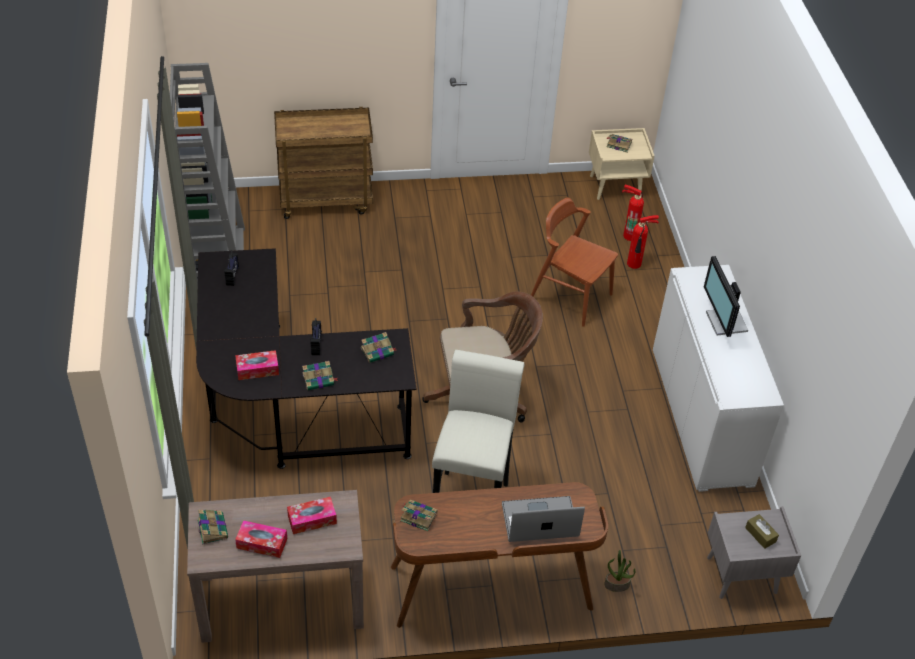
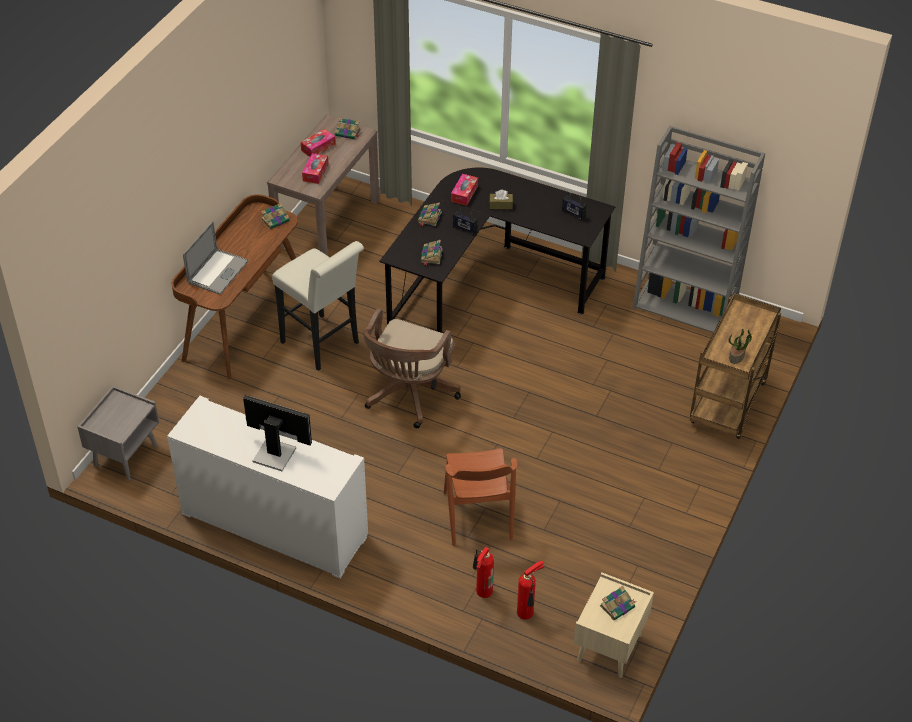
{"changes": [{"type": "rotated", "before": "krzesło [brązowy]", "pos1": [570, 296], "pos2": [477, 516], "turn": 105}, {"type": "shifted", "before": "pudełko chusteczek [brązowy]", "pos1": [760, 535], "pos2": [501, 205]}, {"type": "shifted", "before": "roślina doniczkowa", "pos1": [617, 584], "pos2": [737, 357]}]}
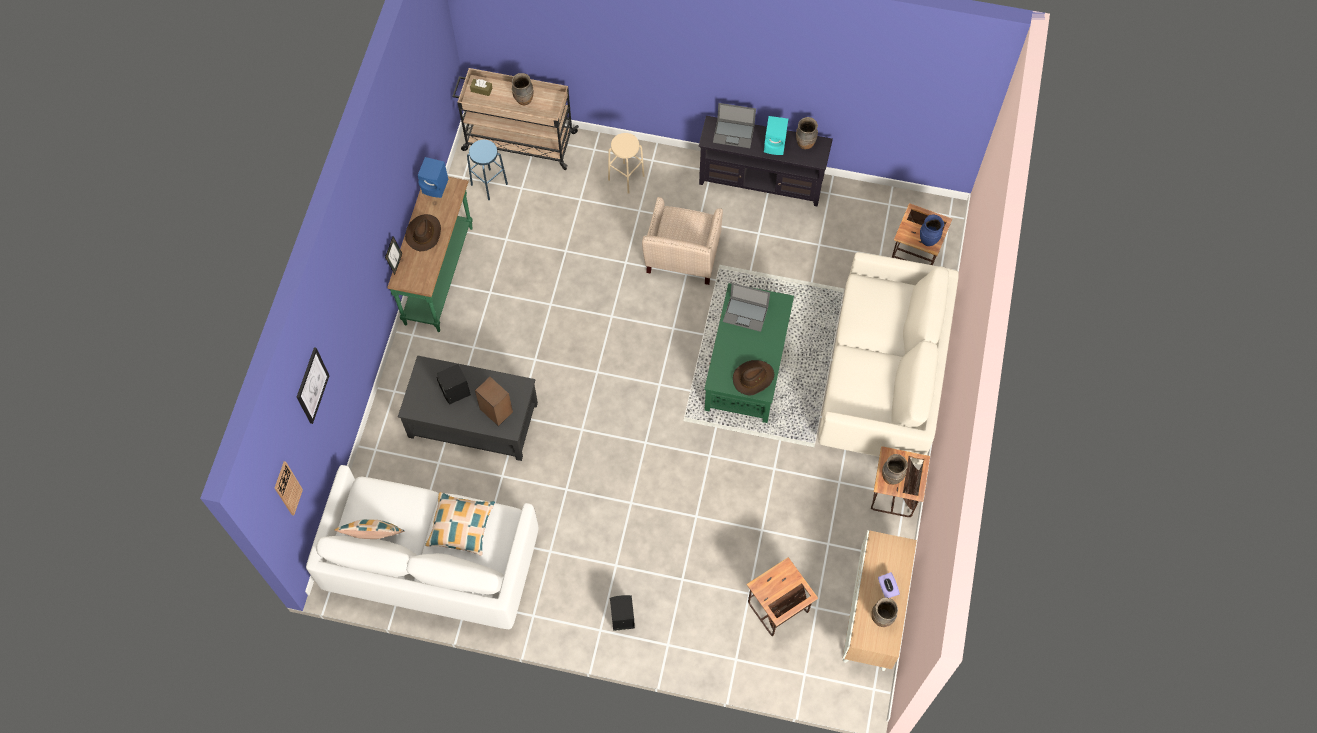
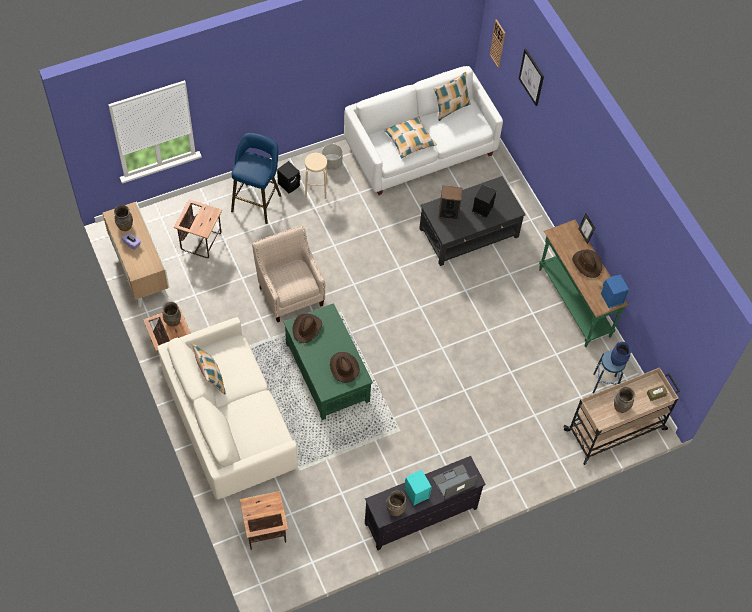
{"changes": [{"type": "shifted", "before": "stołek [beżowy]", "pos1": [626, 178], "pos2": [316, 189]}, {"type": "shifted", "before": "fotel [beżowy]", "pos1": [681, 260], "pos2": [290, 292]}, {"type": "shifted", "before": "wazon [niebieski]", "pos1": [928, 239], "pos2": [618, 361]}, {"type": "swapped", "before": "laptop", "after": "kapelusz [brązowy]", "pos1": [746, 314], "pos2": [344, 368]}, {"type": "new", "after": "stołek [niebieski]", "pos2": [257, 201]}, {"type": "new", "after": "donica [szary]", "pos2": [331, 163]}, {"type": "new", "after": "poduszka", "pos2": [210, 378]}]}
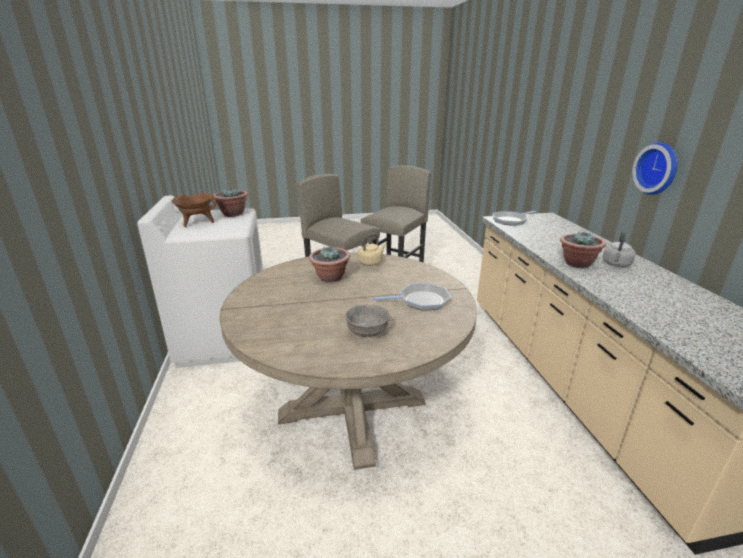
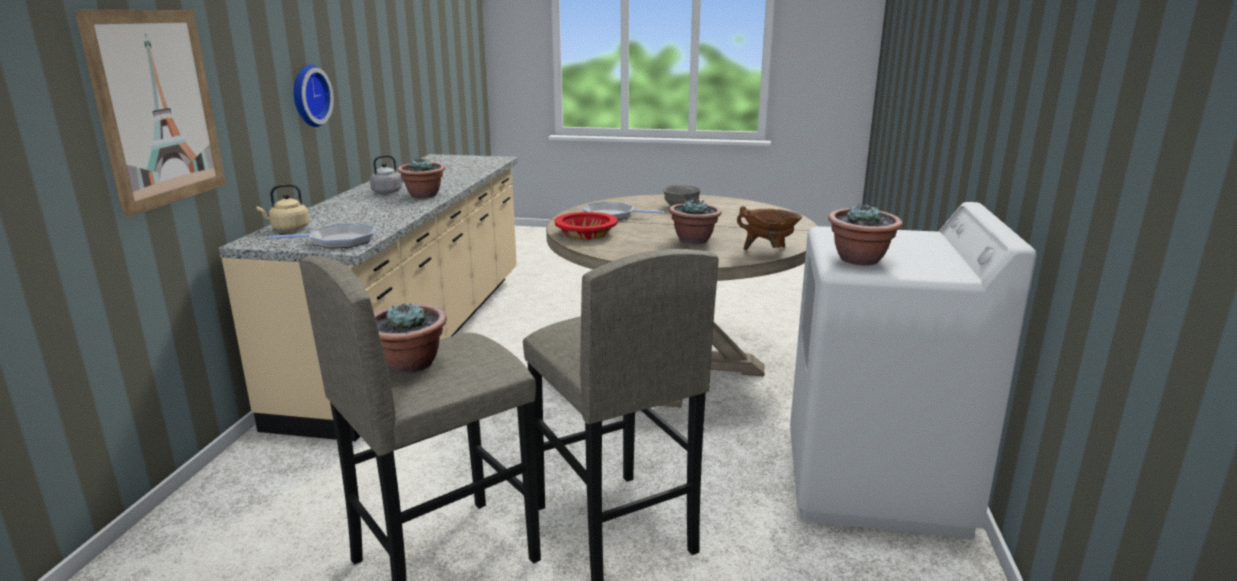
{"changes": [{"type": "shifted", "before": "garnek [brązowy]", "pos1": [197, 223], "pos2": [768, 251]}, {"type": "shifted", "before": "czajnik [beżowy]", "pos1": [371, 262], "pos2": [288, 228]}, {"type": "new", "after": "obraz", "pos2": [158, 108]}, {"type": "new", "after": "miska [czerwony]", "pos2": [586, 233]}, {"type": "new", "after": "roślina doniczkowa", "pos2": [410, 364]}]}
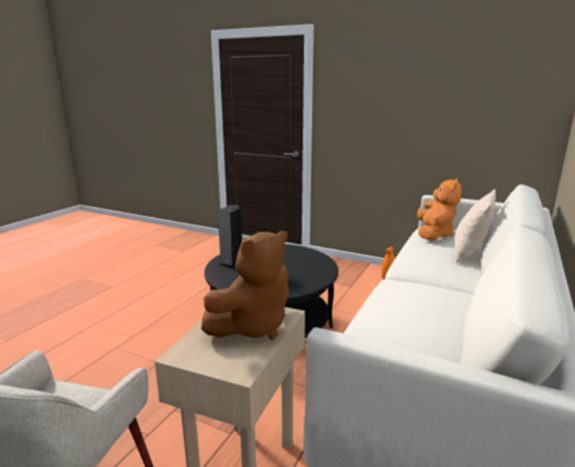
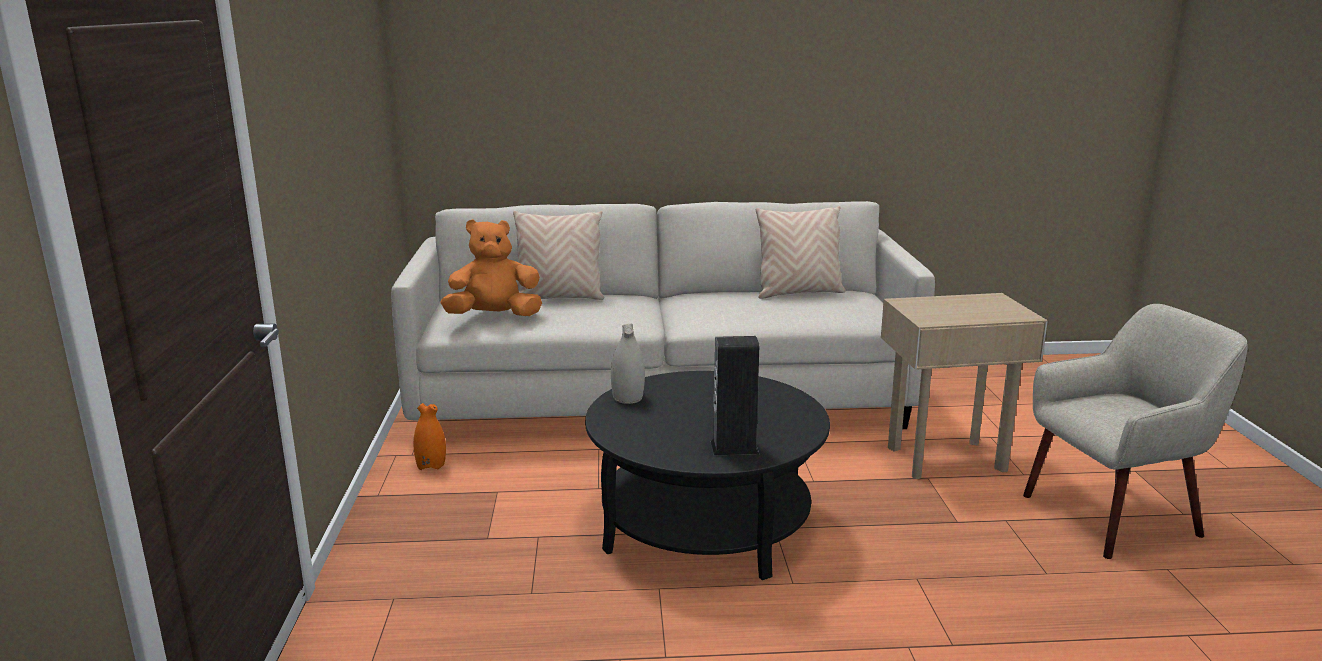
{"changes": [{"type": "gone", "before": "pluszak [brązowy]", "pos1": [252, 326]}, {"type": "new", "after": "poduszka [beżowy]", "pos2": [798, 293]}, {"type": "new", "after": "wazon [biały]", "pos2": [628, 397]}]}
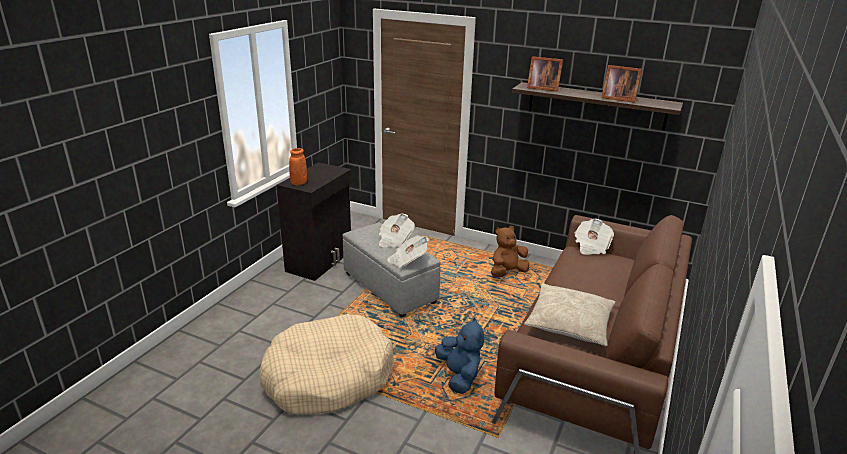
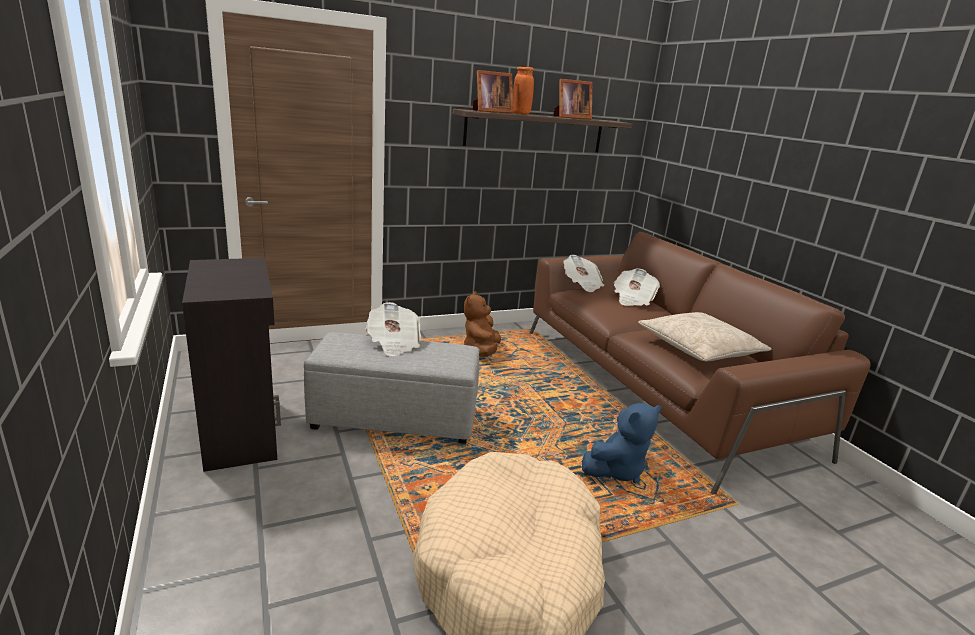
{"changes": [{"type": "shifted", "before": "wazon [pomarańczowy]", "pos1": [299, 183], "pos2": [520, 114]}, {"type": "shifted", "before": "gazeta", "pos1": [407, 260], "pos2": [632, 299]}, {"type": "rotated", "before": "pluszak [niebieski]", "pos1": [459, 376], "pos2": [616, 470], "turn": 120}]}
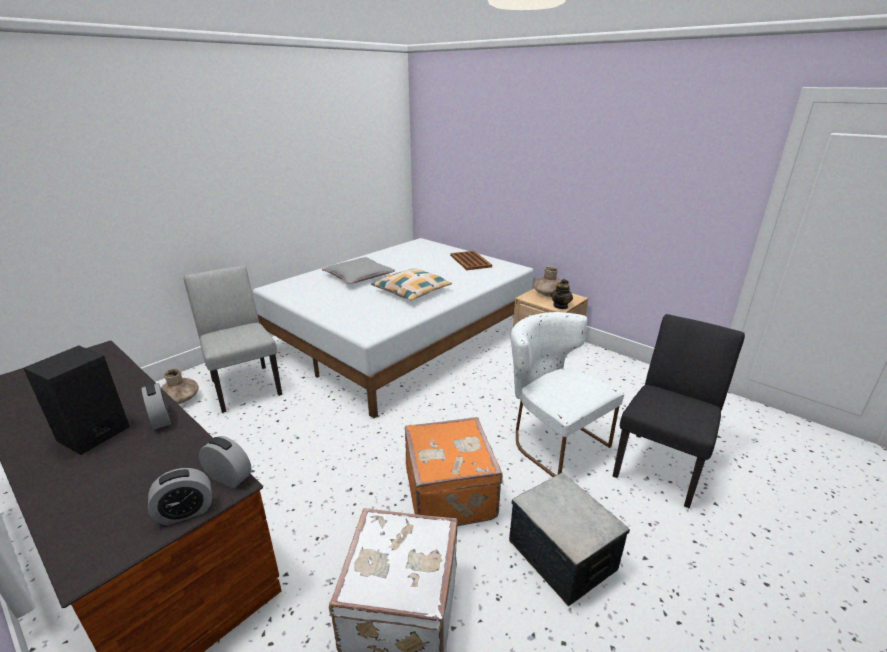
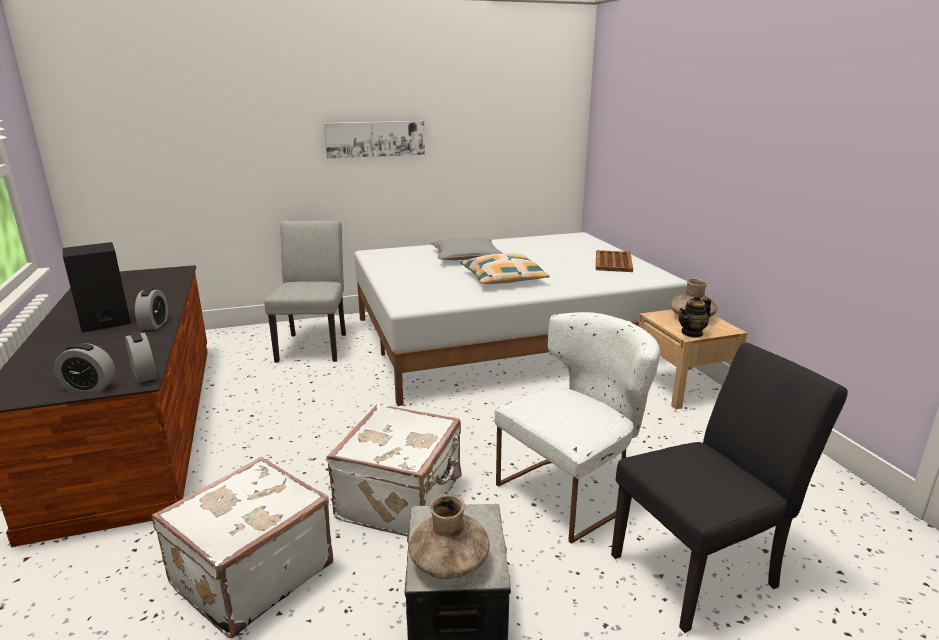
{"changes": [{"type": "rotated", "before": "krzesło [biały]", "pos1": [552, 440], "pos2": [573, 490], "turn": 60}, {"type": "shifted", "before": "wazon [brązowy]", "pos1": [180, 400], "pos2": [449, 563]}, {"type": "repainted", "before": "walizka [pomarańczowy]", "after": "walizka [biały]", "pos1": [451, 493], "pos2": [402, 498]}, {"type": "new", "after": "obraz", "pos2": [375, 139]}]}
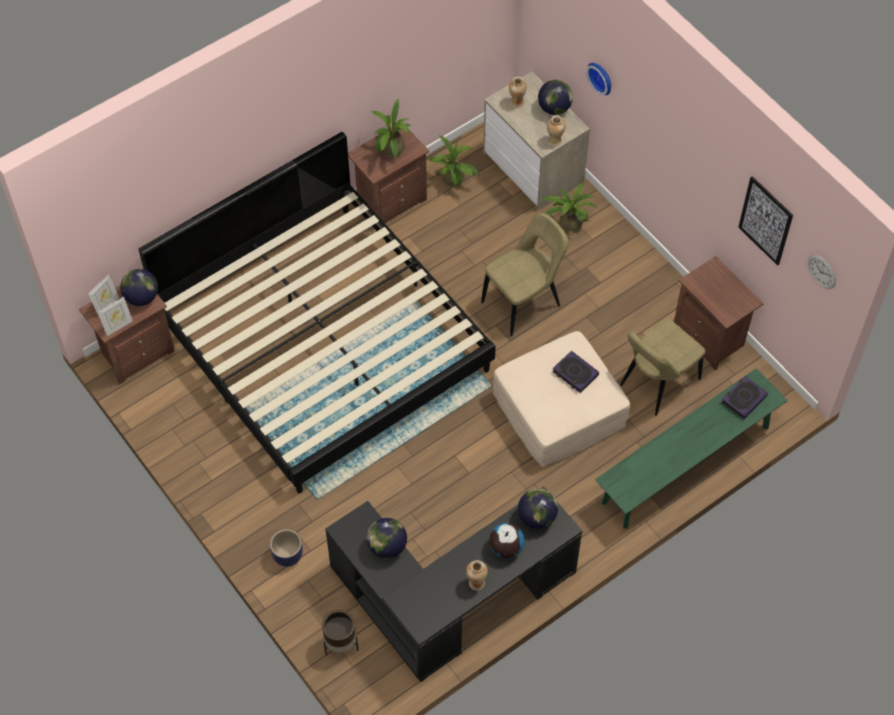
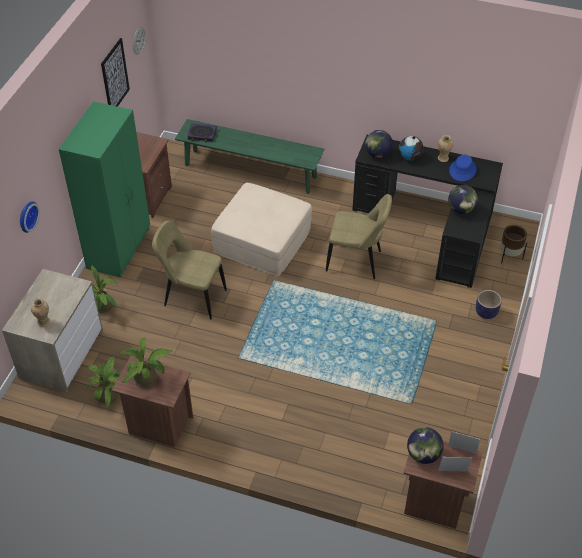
{"changes": [{"type": "gone", "before": "globus", "pos1": [554, 108]}, {"type": "gone", "before": "wazon", "pos1": [554, 141]}, {"type": "gone", "before": "łóżko", "pos1": [323, 343]}, {"type": "shifted", "before": "krzesło [beżowy]", "pos1": [657, 384], "pos2": [356, 261]}, {"type": "gone", "before": "książka", "pos1": [575, 373]}, {"type": "new", "after": "szafa [zielony]", "pos2": [119, 248]}, {"type": "new", "after": "kapelusz [niebieski]", "pos2": [462, 170]}]}
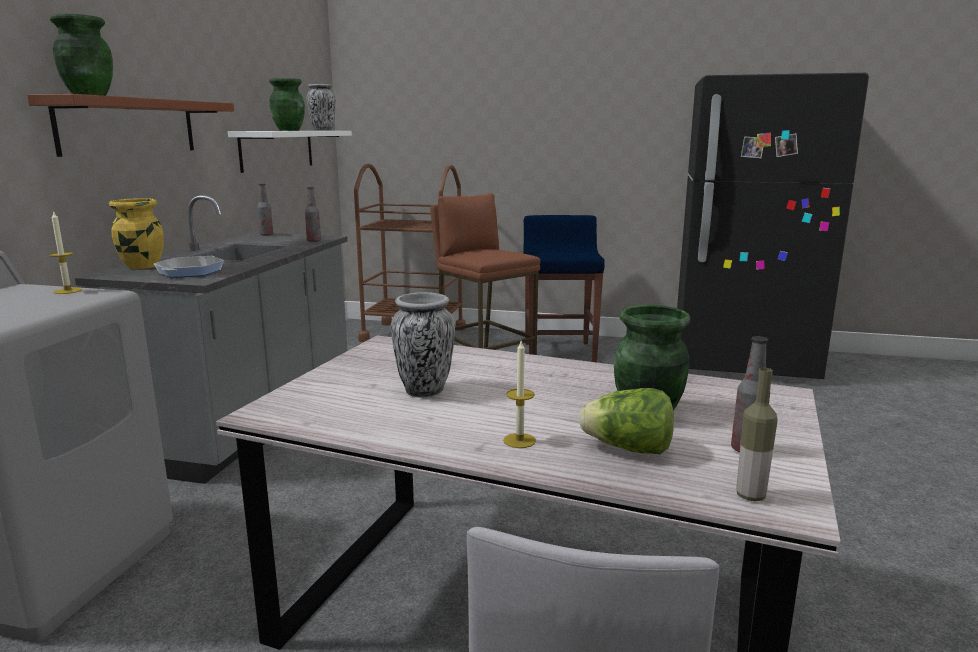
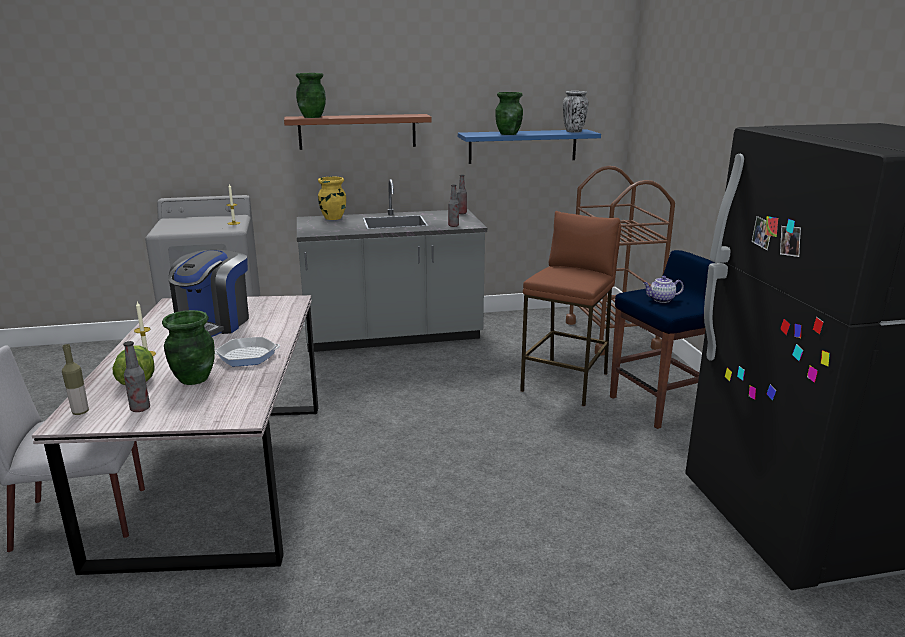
{"changes": [{"type": "repainted", "before": "półka [biały]", "after": "półka [niebieski]", "pos1": [277, 149], "pos2": [522, 146]}, {"type": "shifted", "before": "patelnia", "pos1": [190, 272], "pos2": [247, 356]}, {"type": "swapped", "before": "wazon", "after": "ekspres do kawy", "pos1": [424, 391], "pos2": [213, 324]}, {"type": "new", "after": "imbryk", "pos2": [661, 300]}]}
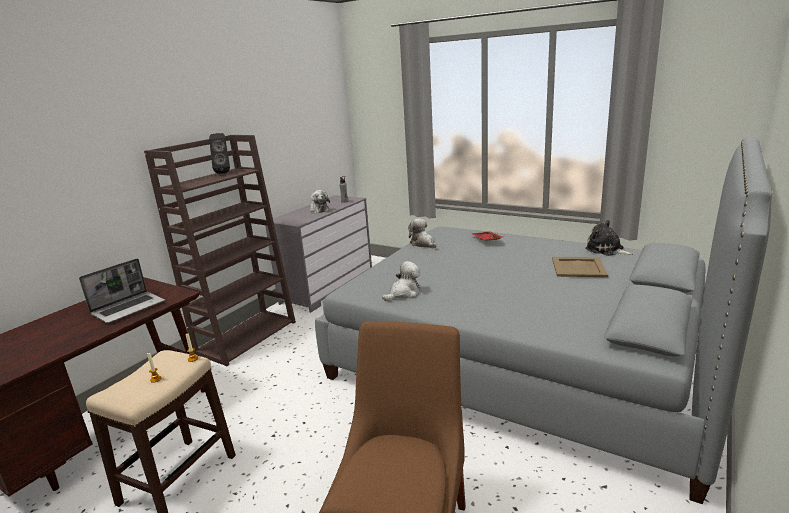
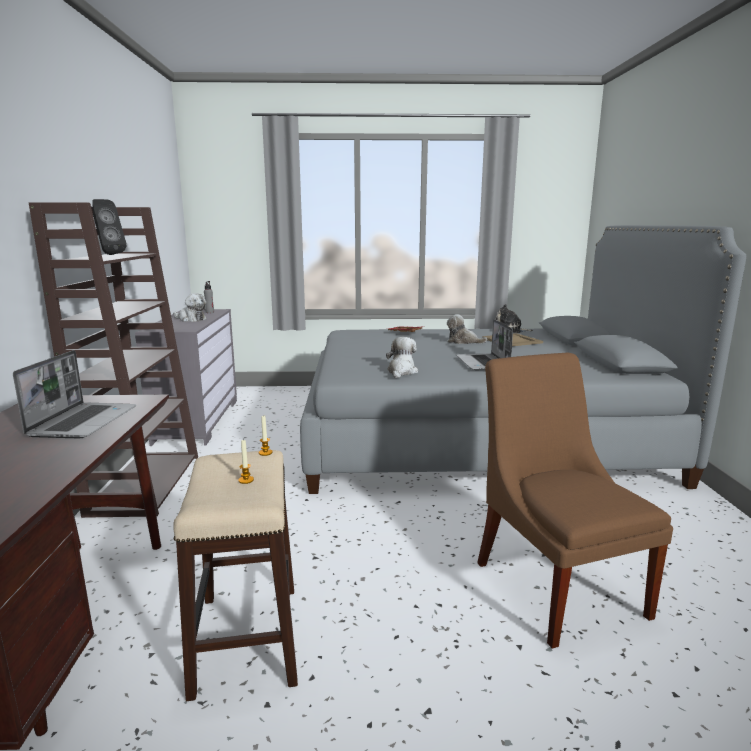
{"changes": [{"type": "shifted", "before": "pluszak", "pos1": [422, 244], "pos2": [463, 342]}, {"type": "new", "after": "laptop", "pos2": [483, 363]}]}
